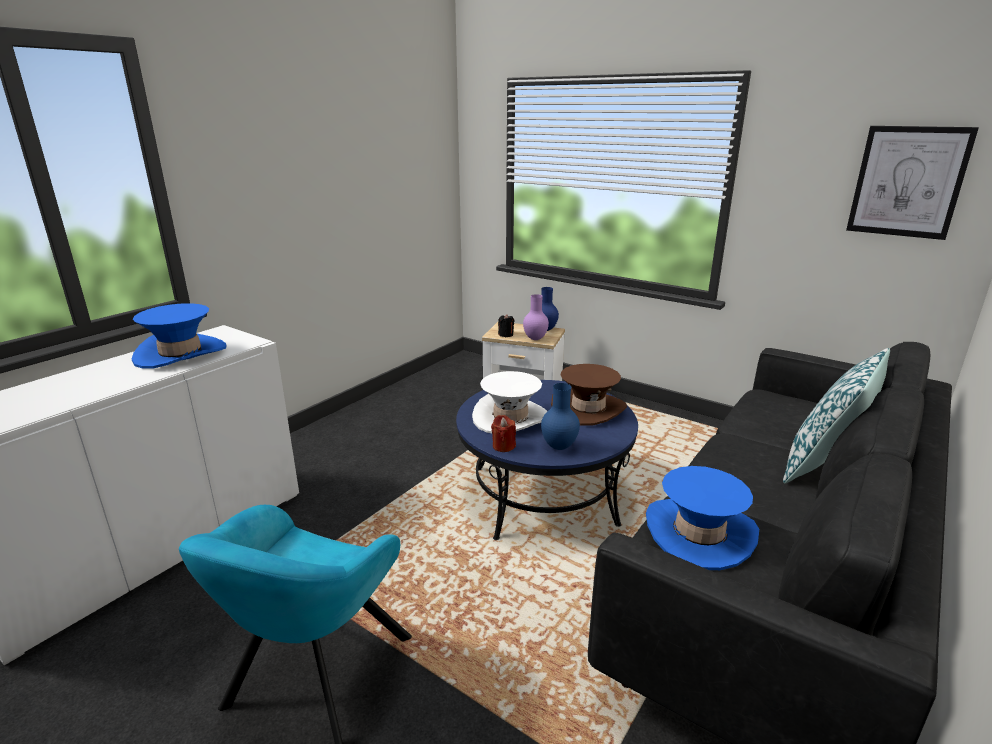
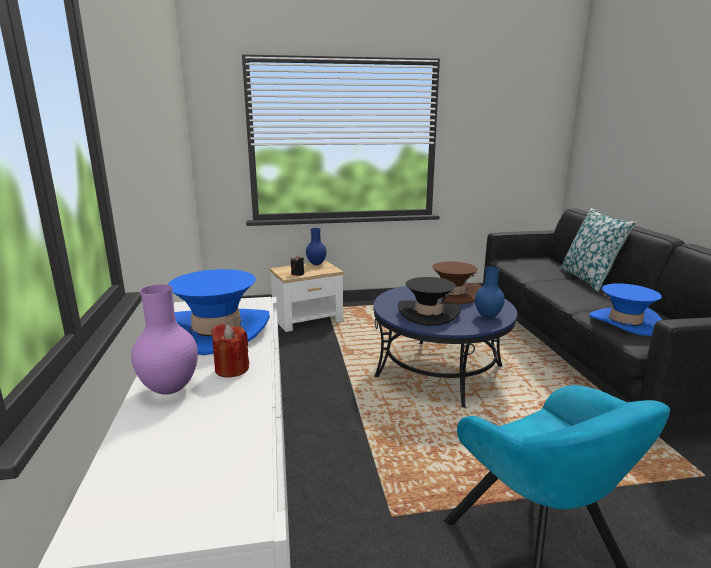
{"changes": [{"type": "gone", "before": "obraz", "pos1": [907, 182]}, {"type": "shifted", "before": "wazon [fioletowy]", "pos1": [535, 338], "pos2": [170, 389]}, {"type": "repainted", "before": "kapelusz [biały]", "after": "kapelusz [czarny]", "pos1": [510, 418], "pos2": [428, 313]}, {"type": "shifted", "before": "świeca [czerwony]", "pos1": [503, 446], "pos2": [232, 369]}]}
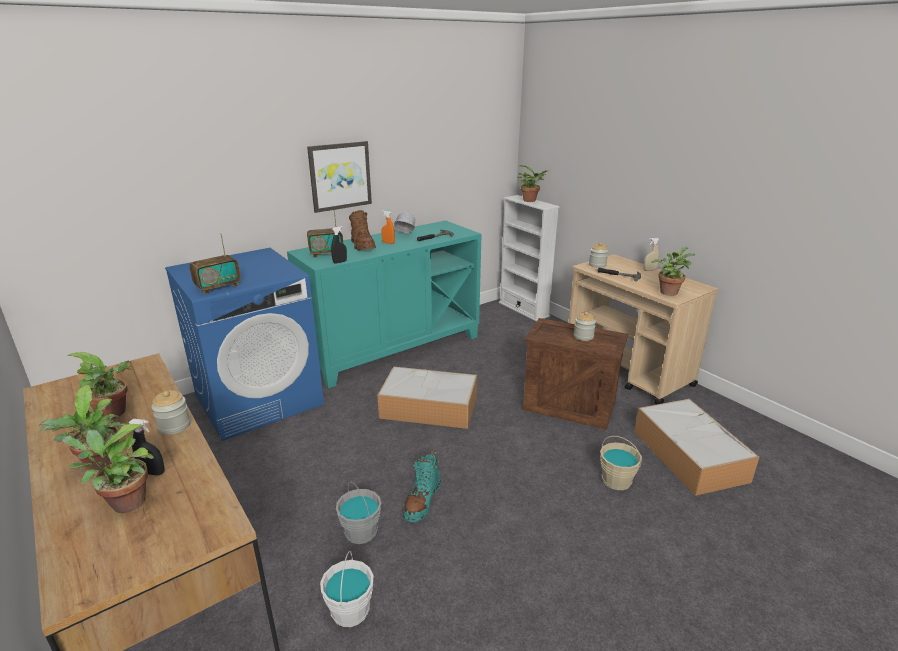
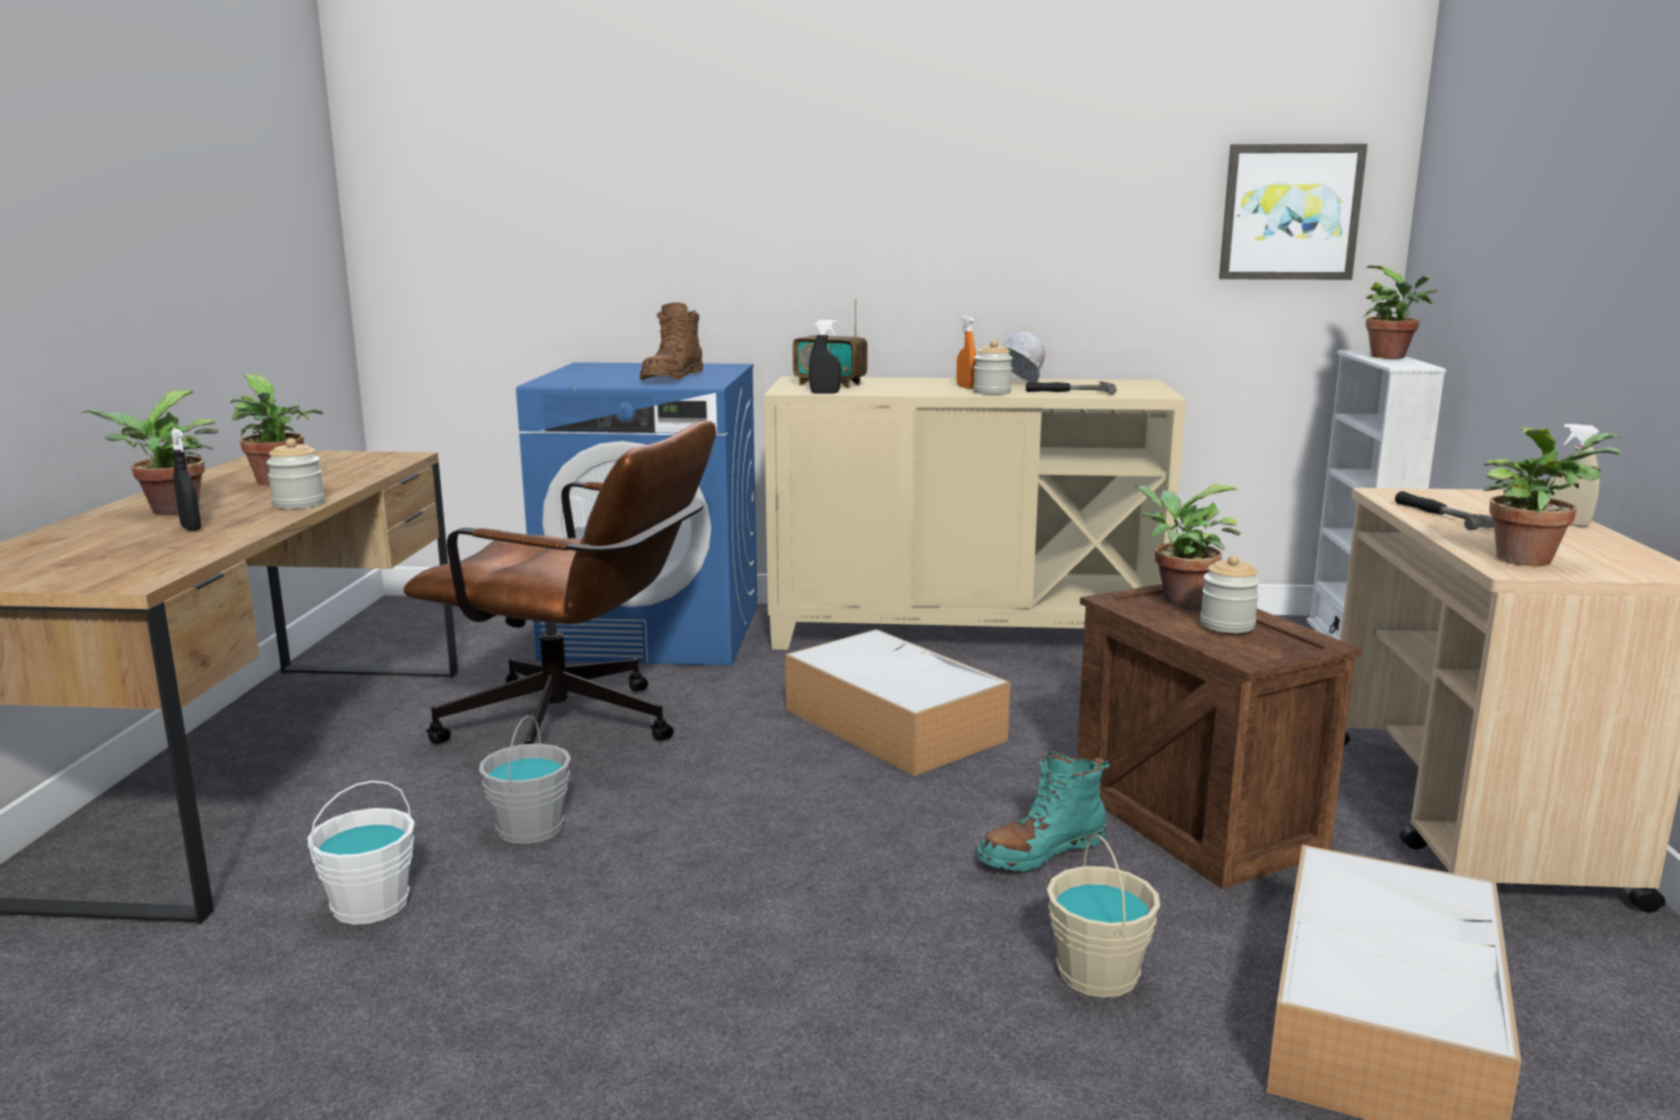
{"changes": [{"type": "shifted", "before": "obraz", "pos1": [340, 176], "pos2": [1290, 212]}, {"type": "shifted", "before": "but z cholewką [brązowy]", "pos1": [362, 245], "pos2": [672, 378]}, {"type": "repainted", "before": "szafka [turkusowy]", "after": "szafka [beżowy]", "pos1": [393, 349], "pos2": [963, 631]}, {"type": "gone", "before": "radio", "pos1": [218, 287]}, {"type": "shifted", "before": "słoik", "pos1": [597, 265], "pos2": [992, 392]}, {"type": "shifted", "before": "roślina doniczkowa", "pos1": [124, 503], "pos2": [1178, 597]}, {"type": "shifted", "before": "but z cholewką [turkusowy]", "pos1": [422, 501], "pos2": [1041, 852]}, {"type": "new", "after": "krzesło biurowe [brązowy]", "pos2": [579, 730]}]}
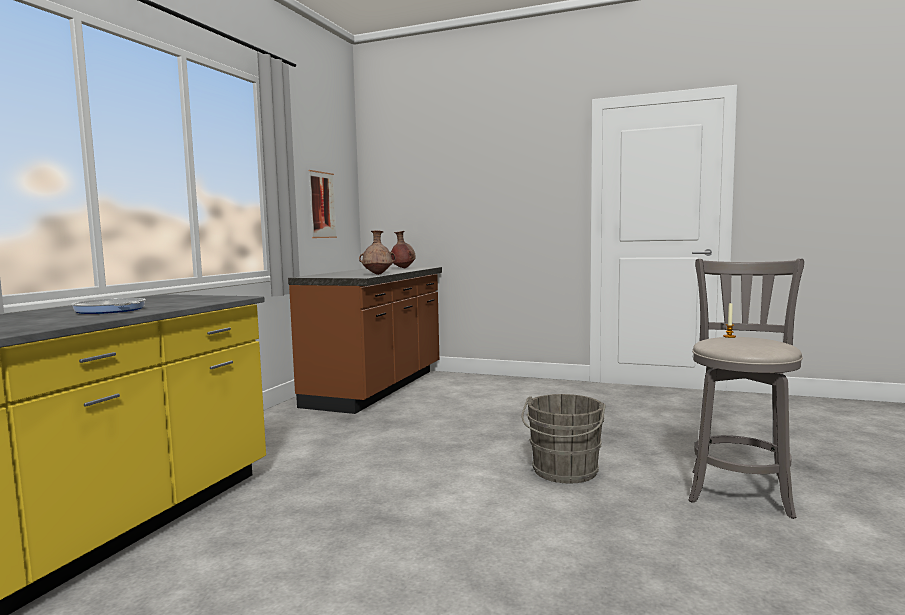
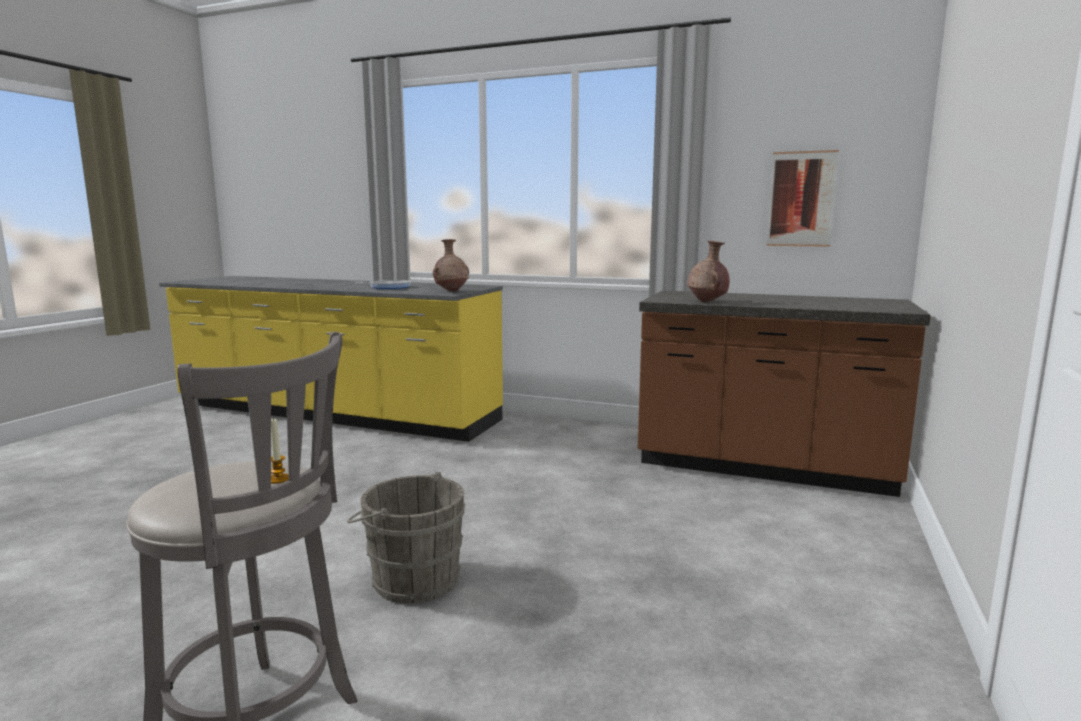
{"changes": [{"type": "shifted", "before": "wazon [brązowy]", "pos1": [403, 268], "pos2": [452, 291]}]}
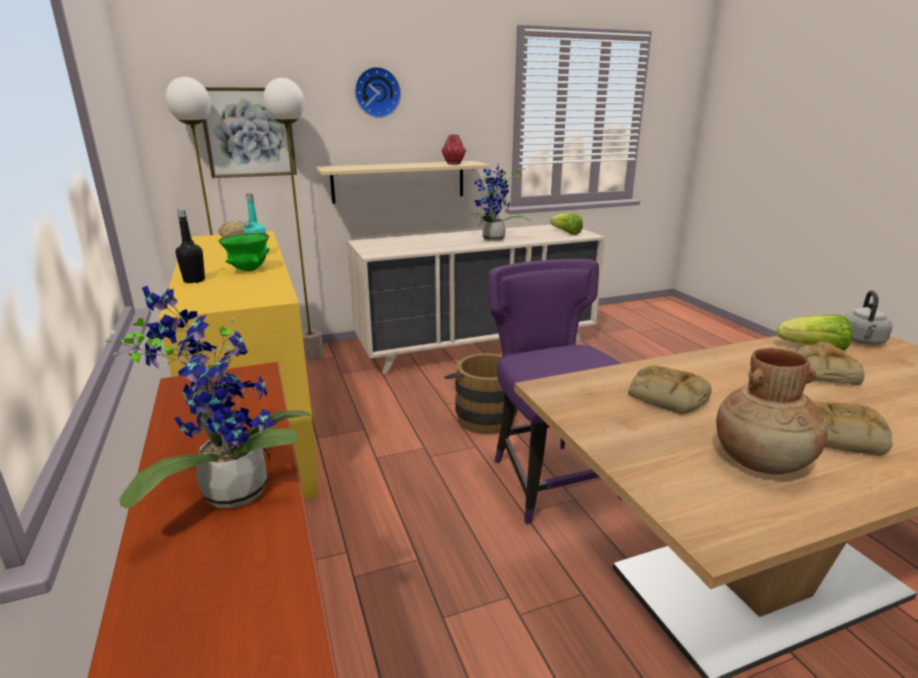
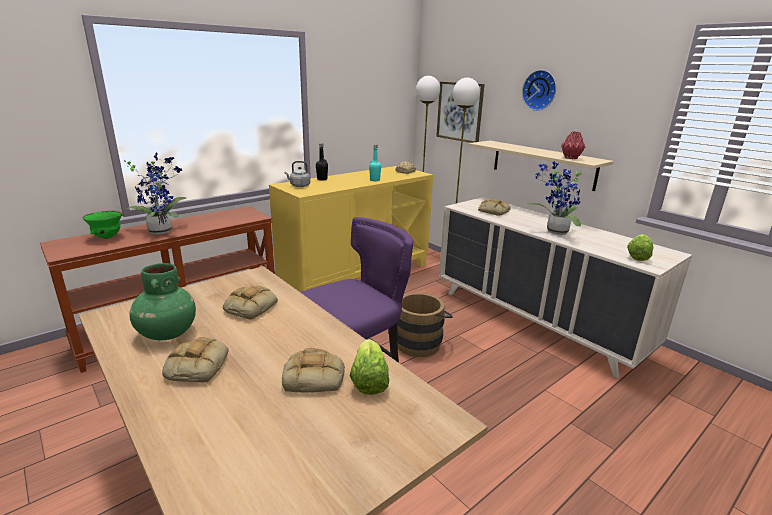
{"changes": [{"type": "shifted", "before": "miska [zielony]", "pos1": [249, 270], "pos2": [108, 237]}, {"type": "shifted", "before": "czajnik [szary]", "pos1": [862, 341], "pos2": [299, 186]}, {"type": "repainted", "before": "wazon [brązowy]", "after": "wazon [zielony]", "pos1": [762, 461], "pos2": [167, 333]}, {"type": "new", "after": "chleb", "pos2": [493, 211]}]}
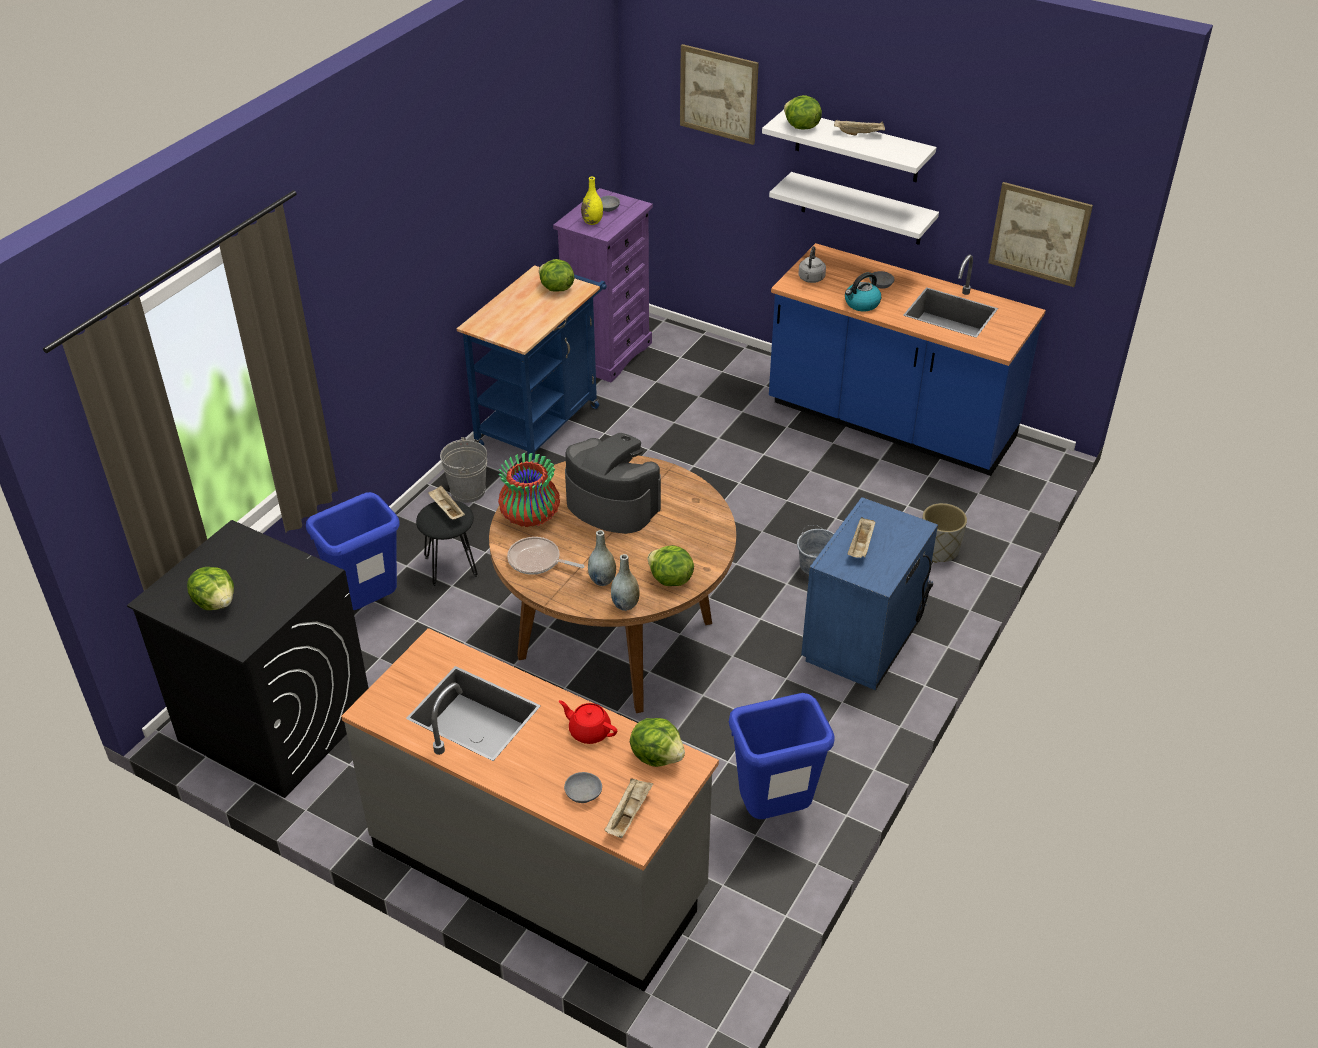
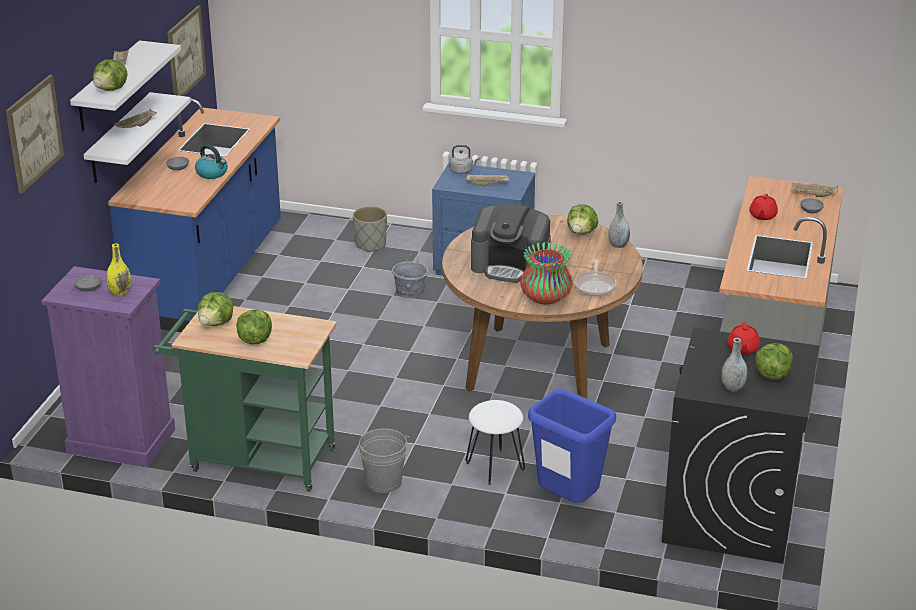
{"changes": [{"type": "shifted", "before": "czajnik [szary]", "pos1": [811, 279], "pos2": [462, 171]}, {"type": "repainted", "before": "wózek [niebieski]", "after": "wózek [zielony]", "pos1": [542, 421], "pos2": [254, 459]}, {"type": "rotated", "before": "ekspres do kawy", "pos1": [612, 504], "pos2": [511, 266], "turn": -90}, {"type": "shifted", "before": "taca [beżowy]", "pos1": [446, 510], "pos2": [136, 126]}, {"type": "repainted", "before": "stołek [czarny]", "after": "stołek [biały]", "pos1": [451, 566], "pos2": [494, 467]}, {"type": "shifted", "before": "wazon [szary]", "pos1": [602, 580], "pos2": [732, 388]}, {"type": "gone", "before": "kosz na śmieci [niebieski]", "pos1": [773, 812]}, {"type": "shifted", "before": "sałata", "pos1": [657, 756], "pos2": [255, 339]}, {"type": "new", "after": "imbryk [czerwony]", "pos2": [742, 349]}]}
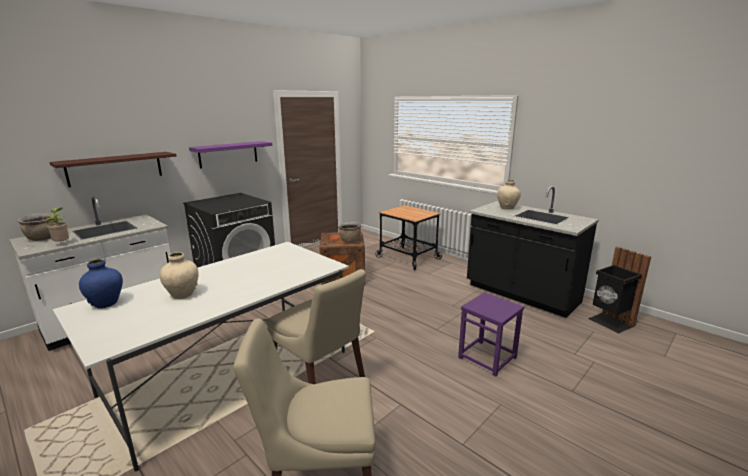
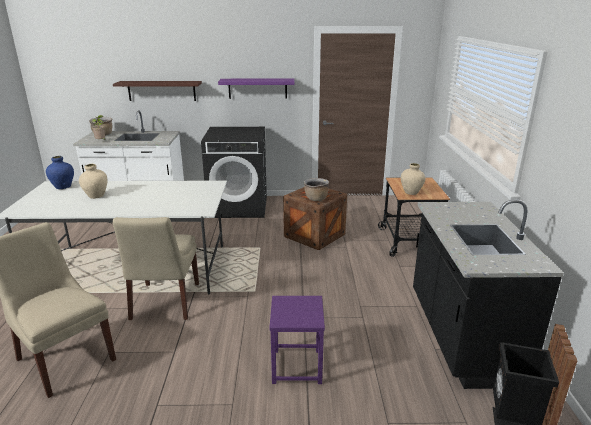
{"changes": [{"type": "shifted", "before": "wazon [beżowy]", "pos1": [507, 208], "pos2": [411, 193]}]}
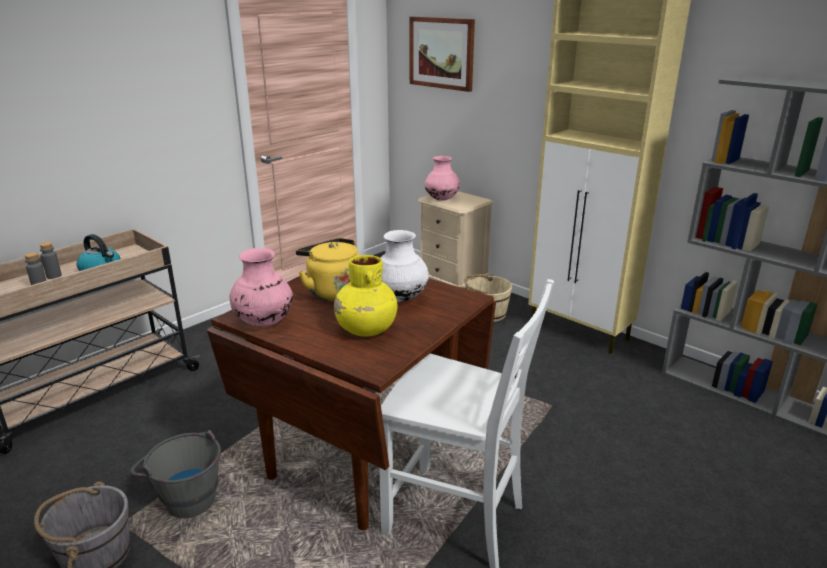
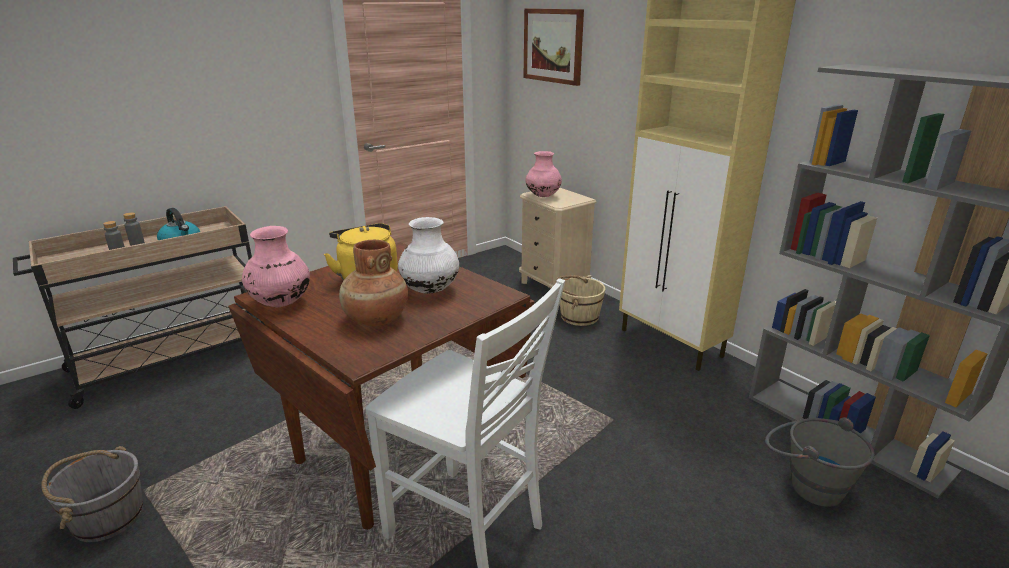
{"changes": [{"type": "repainted", "before": "wazon [żółty]", "after": "wazon [brązowy]", "pos1": [366, 330], "pos2": [376, 319]}, {"type": "shifted", "before": "wiadro [szary]", "pos1": [185, 497], "pos2": [806, 483]}]}
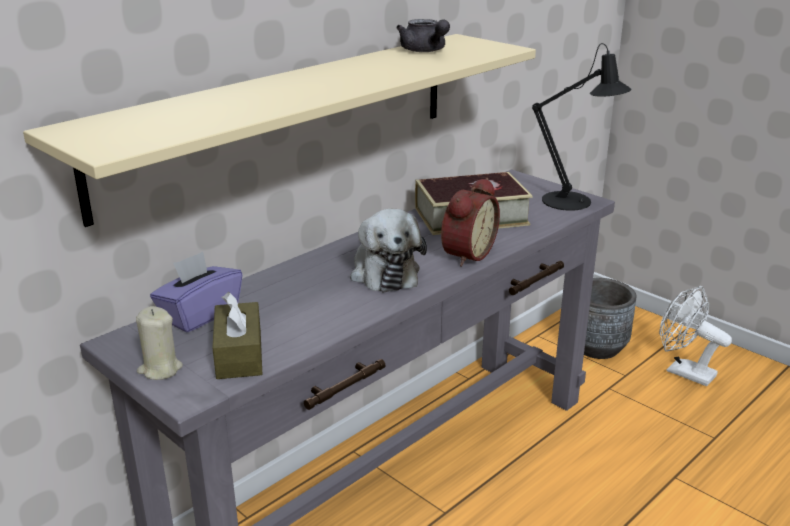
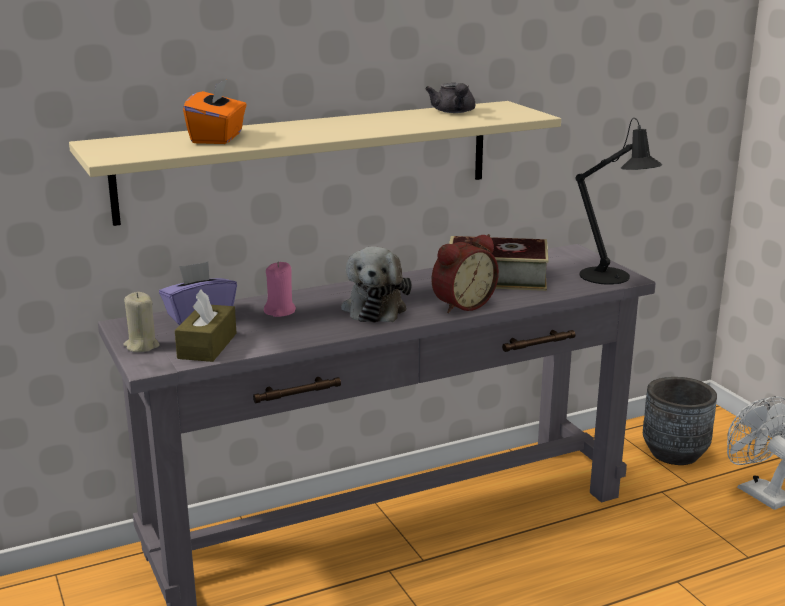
{"changes": [{"type": "new", "after": "pudełko chusteczek [pomarańczowy]", "pos2": [218, 138]}, {"type": "new", "after": "świeca [różowy]", "pos2": [280, 311]}]}
